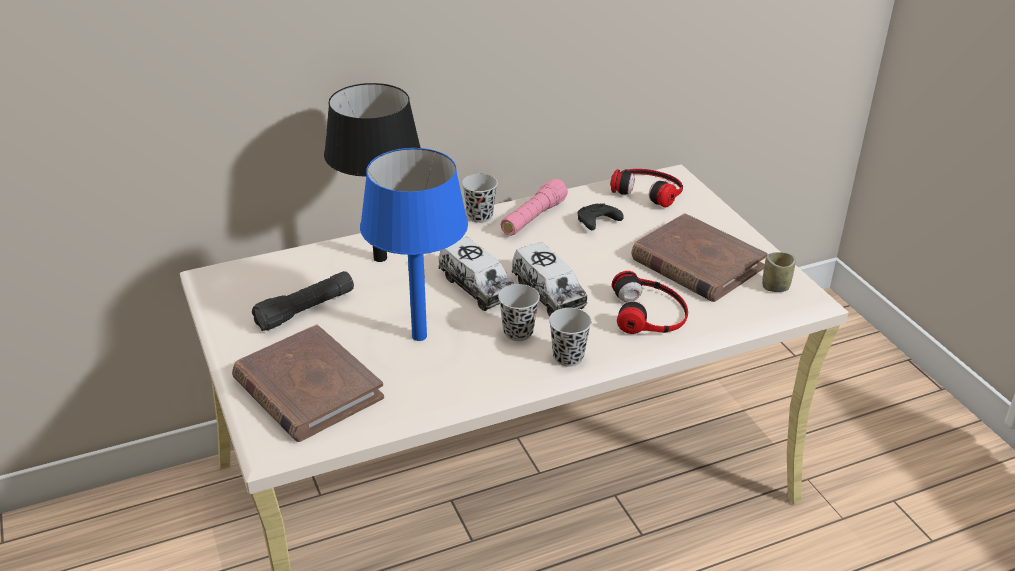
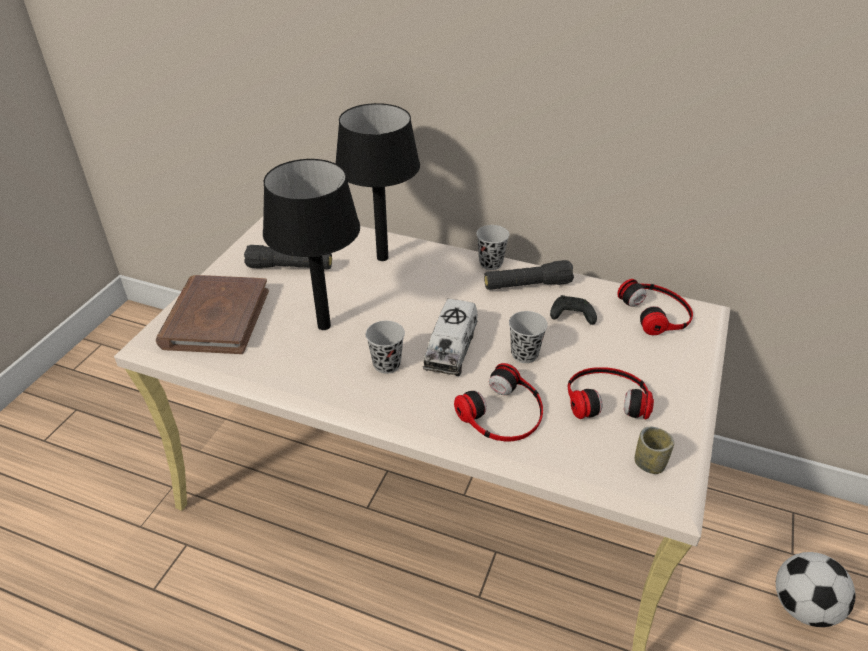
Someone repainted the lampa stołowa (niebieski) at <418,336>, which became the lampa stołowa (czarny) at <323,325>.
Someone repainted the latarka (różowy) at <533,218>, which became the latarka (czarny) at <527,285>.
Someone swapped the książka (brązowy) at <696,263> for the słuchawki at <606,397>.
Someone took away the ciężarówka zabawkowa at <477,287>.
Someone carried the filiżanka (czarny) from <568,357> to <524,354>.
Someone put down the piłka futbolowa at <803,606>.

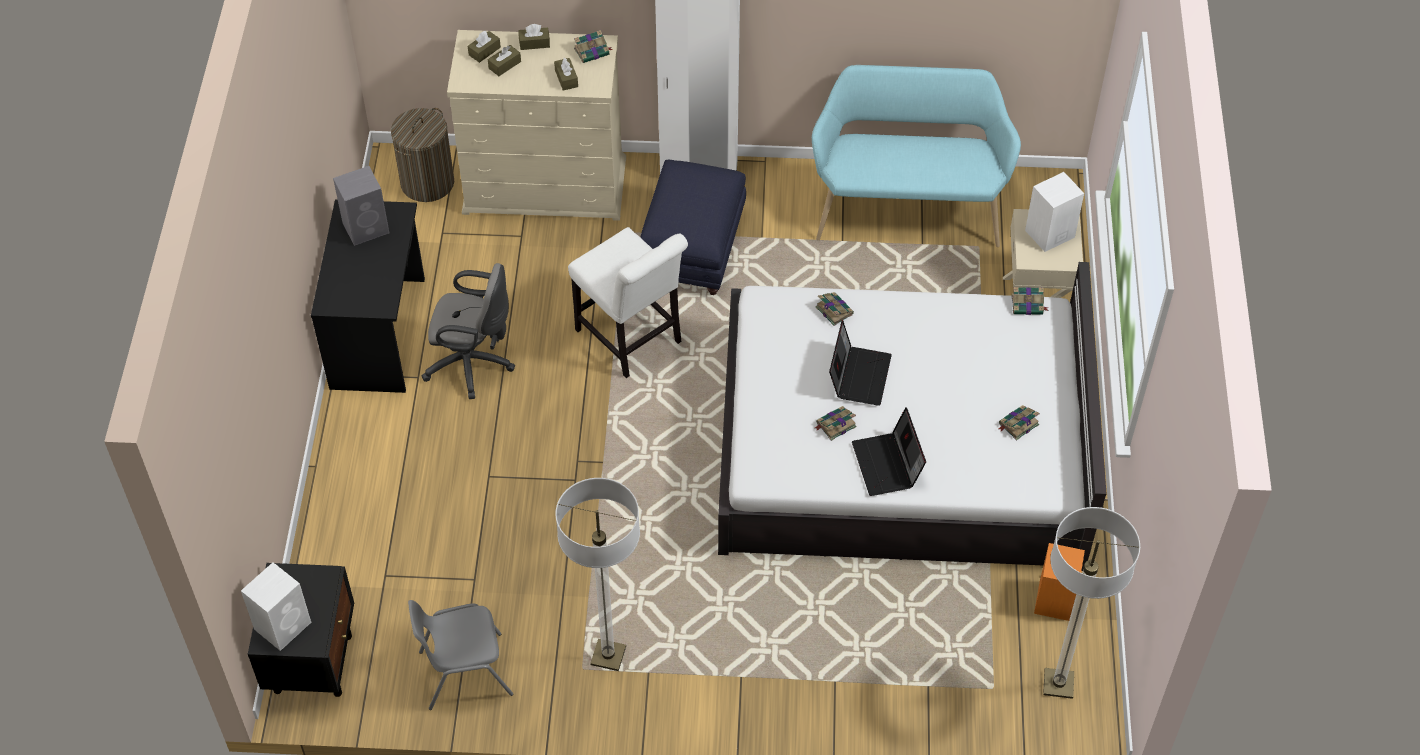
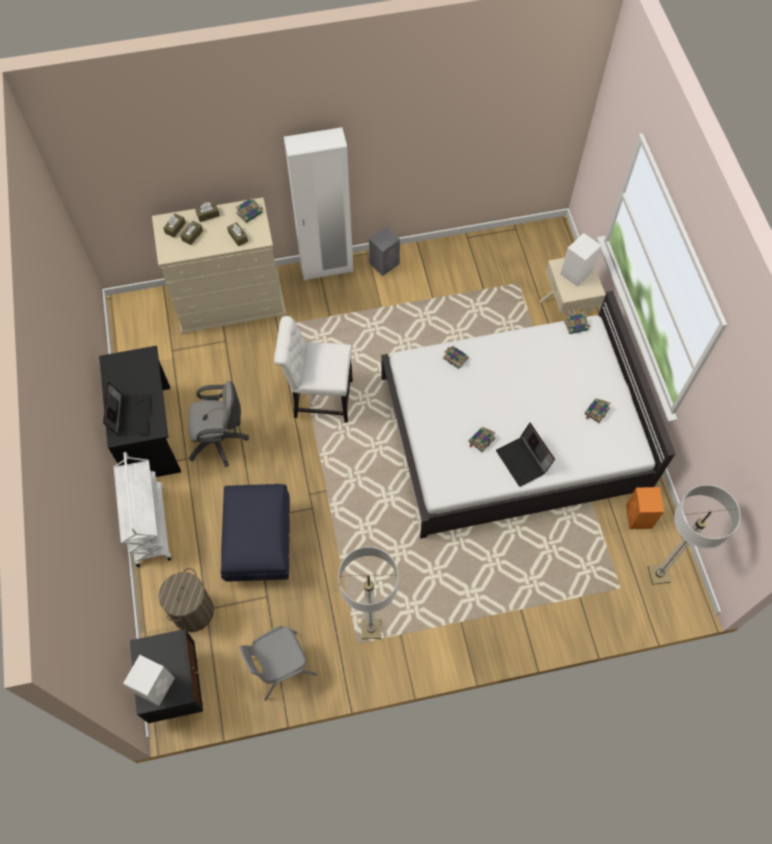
Someone took away the ławka (turkusowy) at <907,207>.
Someone carried the kosz na pranie from <427,182> to <193,611>.
Someone carried the pufa (niebieski) from <692,249> to <259,542>.
Someone carried the głośnik (szary) from <367,227> to <385,263>.
Someone rotated the krzesło (biały) at <632,339> by 150 degrees clockwise.
Someone carried the laptop from <858,375> to <130,414>.
Someone put down the wózek (biały) at <149,524>.

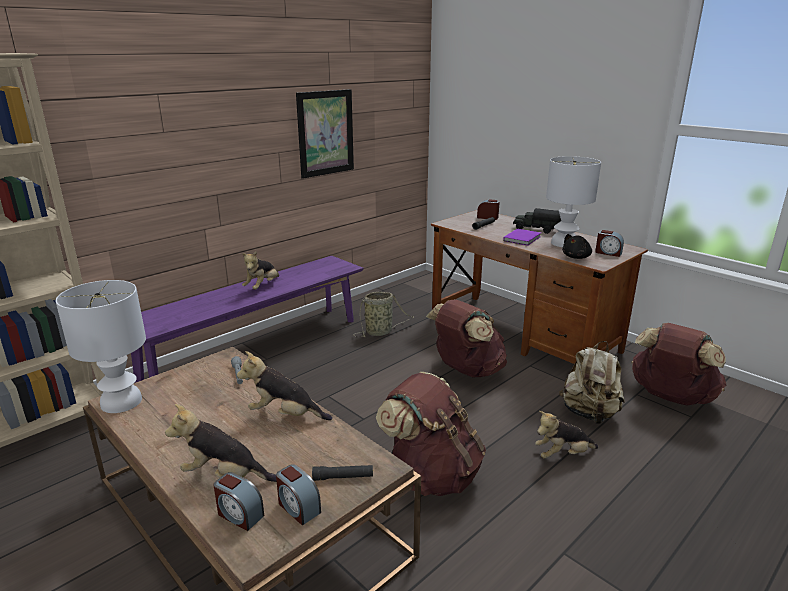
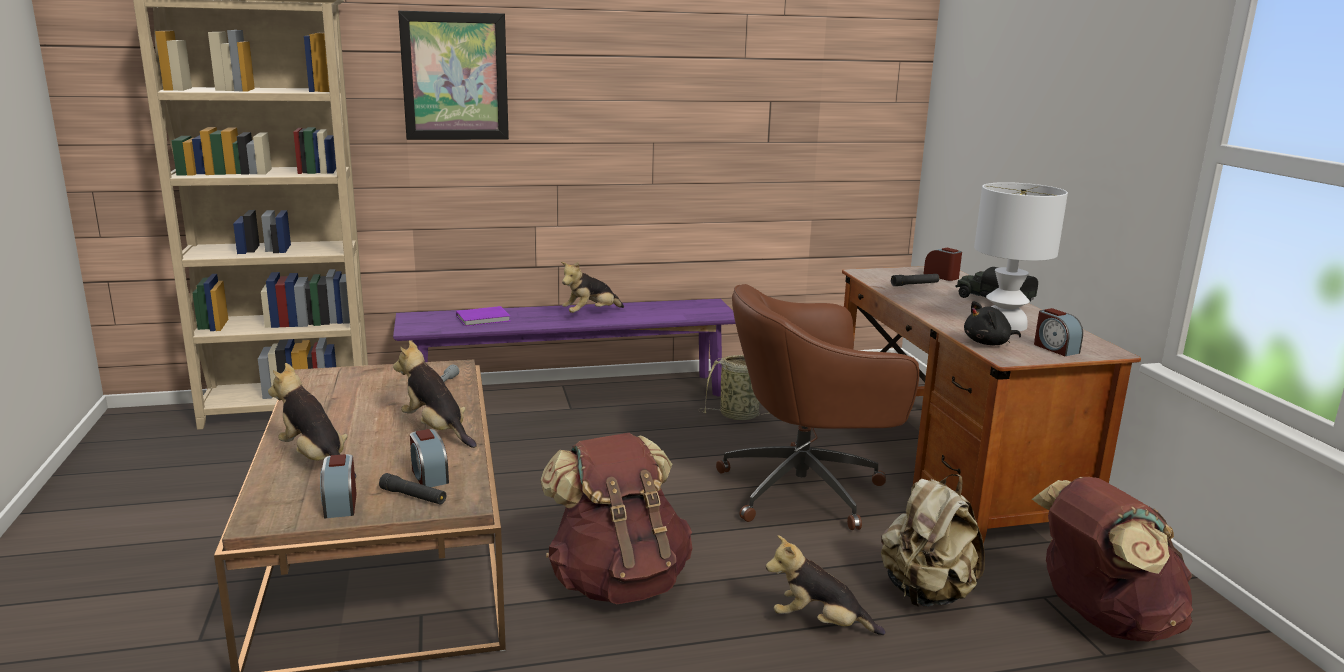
Someone carried the obraz from <325,133> to <455,77>.
Someone carried the książka (fioletowy) from <523,238> to <484,318>.
Someone took away the lampa stołowa (biały) at <121,402>.
Someone swapped the plecak (brązowy) at <466,370> for the krzesło biurowe (brązowy) at <806,489>.
Someone carried the budzik from <239,515> to <429,476>.

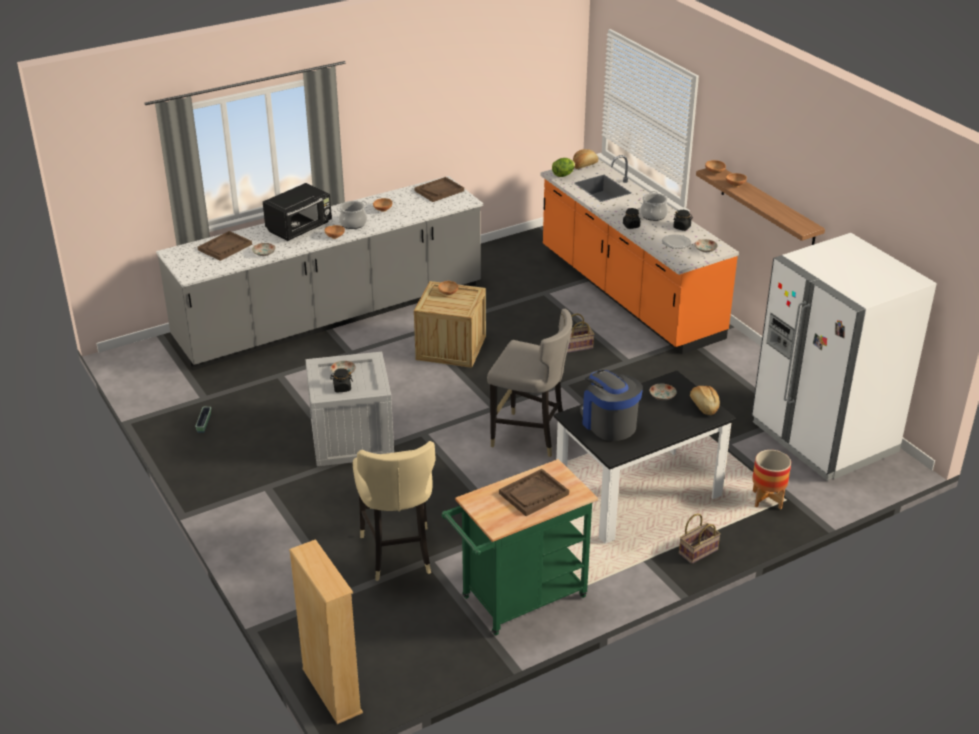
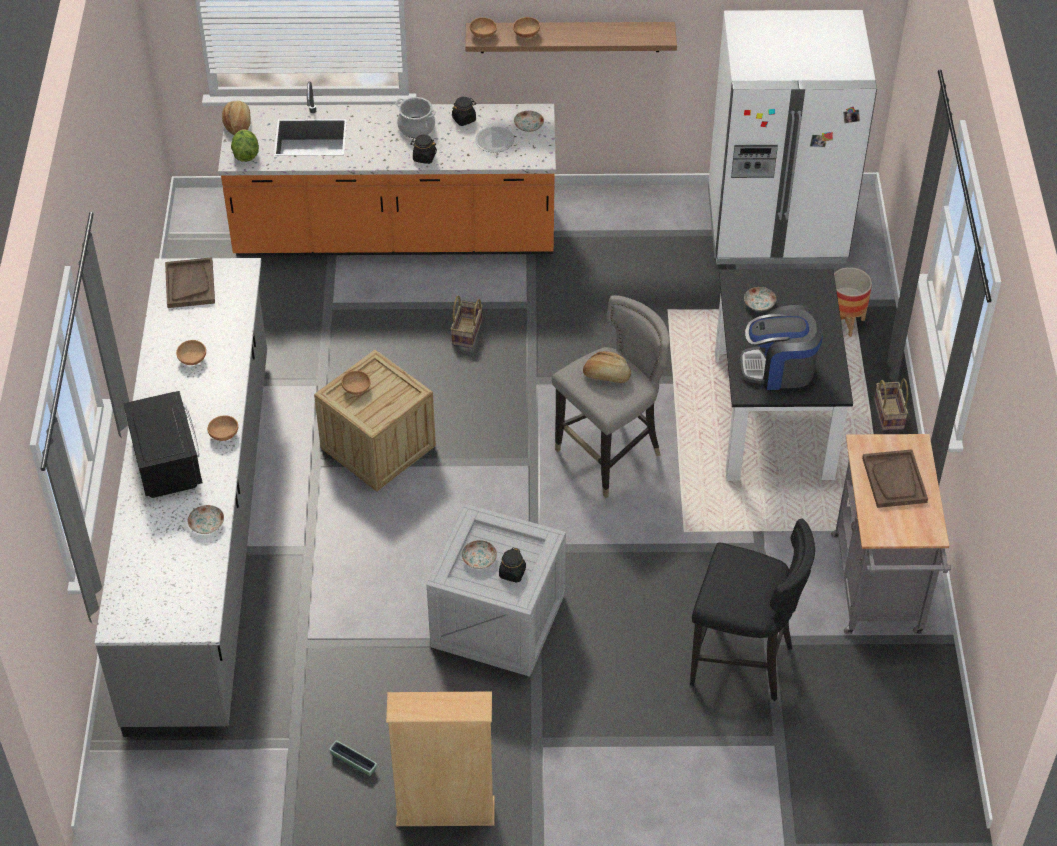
Someone took away the garnek at <353,223>.
Someone took away the taca (brązowy) at <225,247>.
Someone carried the chleb from <703,406> to <606,376>.
Someone repainted the stołek (beżowy) at <398,554>, which became the stołek (czarny) at <742,662>.
Someone repainted the wózek (zielony) at <517,601>, which became the wózek (szary) at <878,592>.
Someone carried the regał (beżowy) from <331,691> to <445,812>.

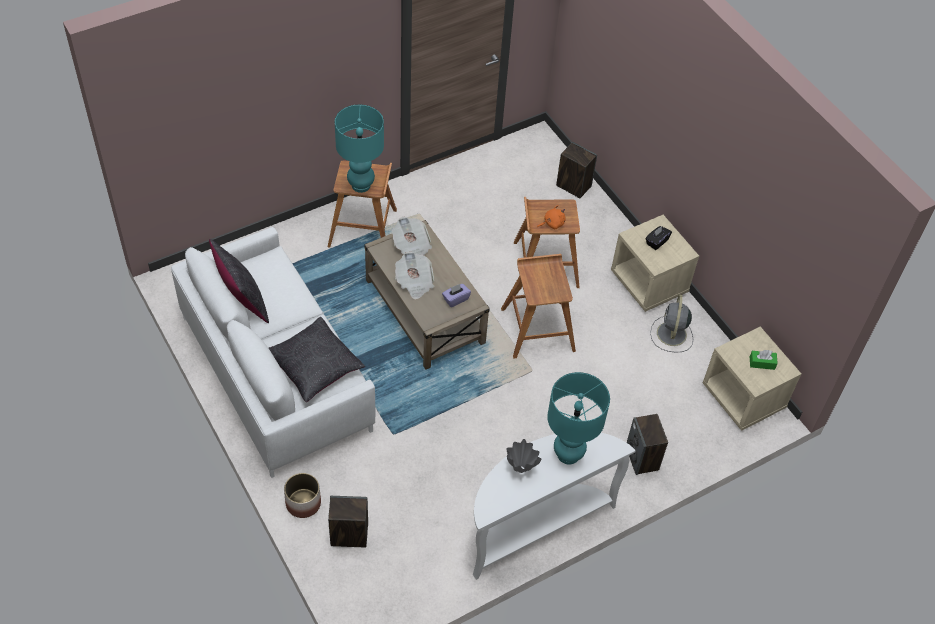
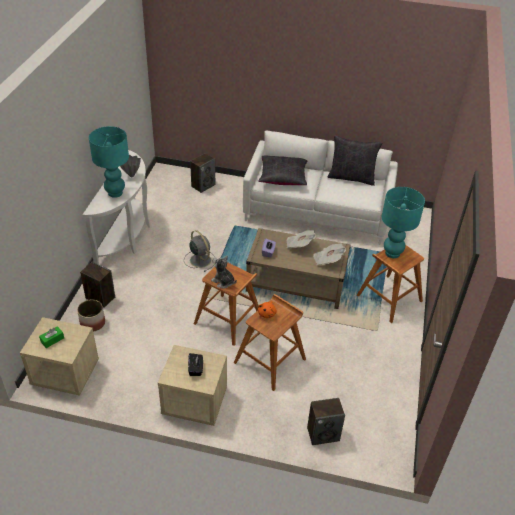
Someone carried the wentylator (szary) from <671,335> to <200,259>.
Someone carried the donica from <303,503> to <93,323>.
Someone put down the pluszak at <223,282>.

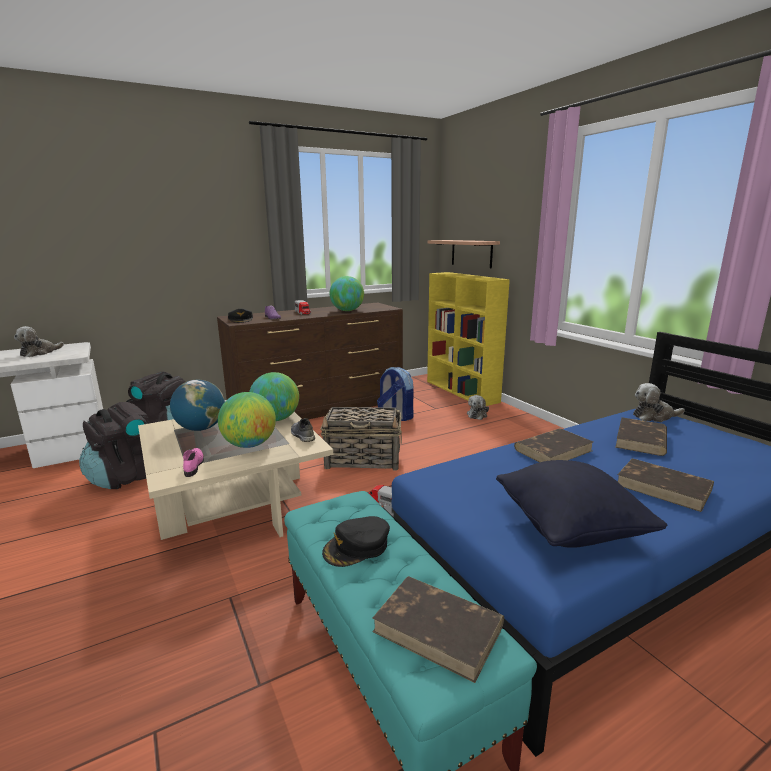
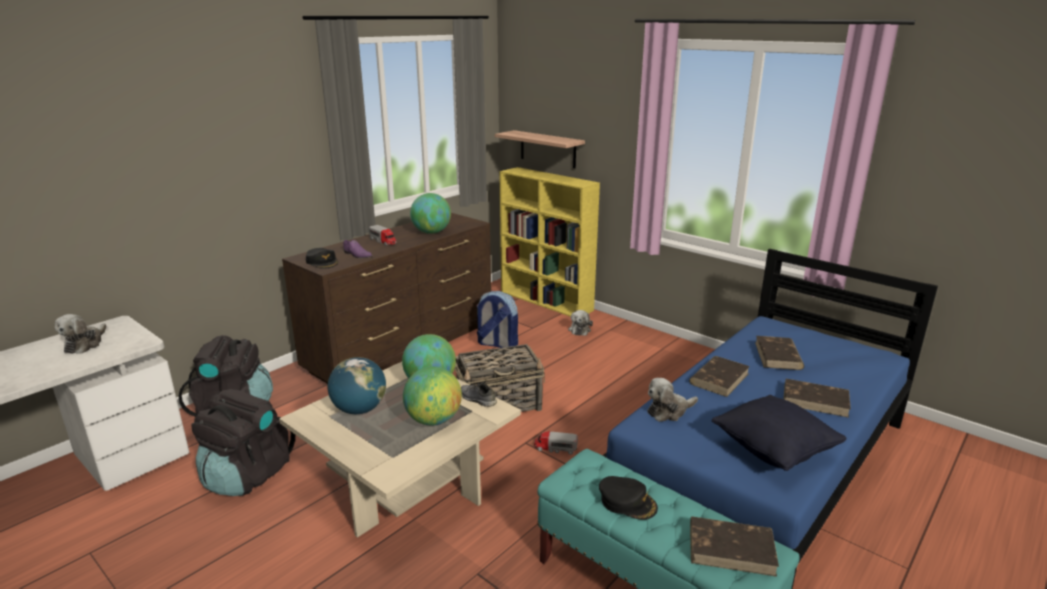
Someone carried the pluszak from <654,416> to <668,411>.
Someone took away the but (różowy) at <194,464>.
Someone rotated the czapka z daszkiem (czarny) at <357,547> by 90 degrees counterclockwise.

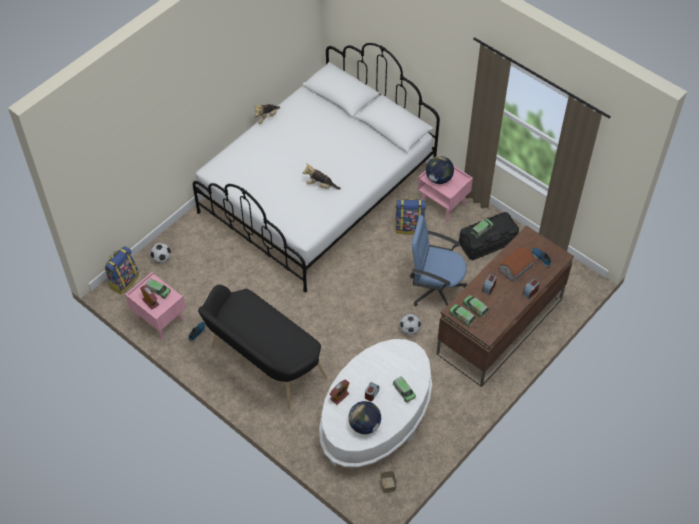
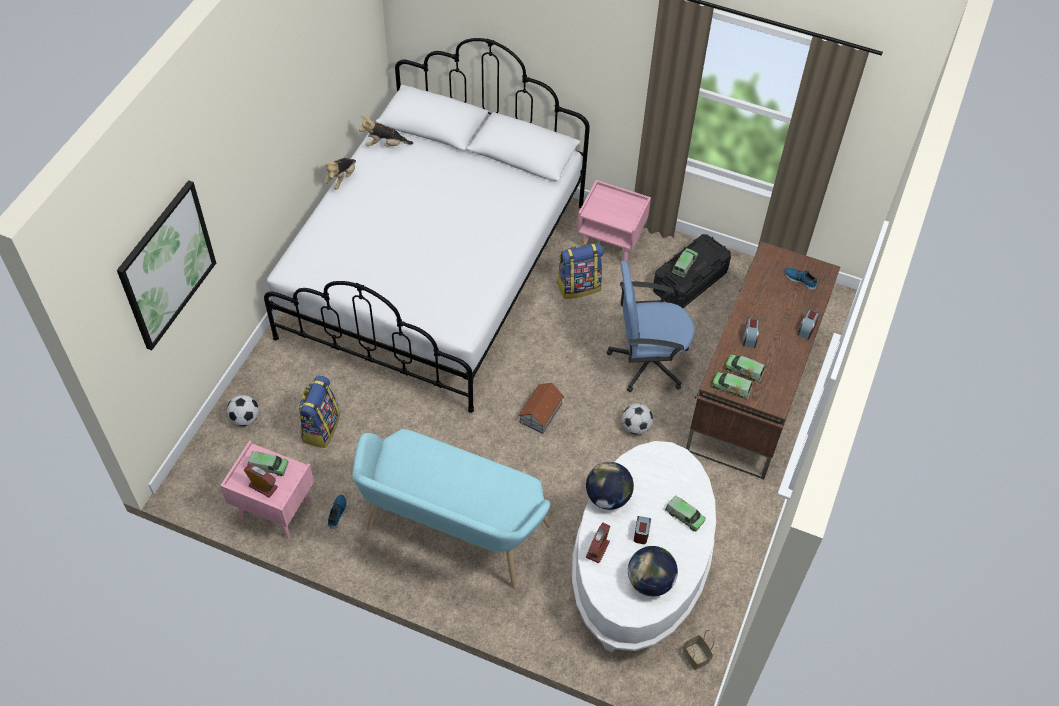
Someone carried the globus from <439,179> to <608,497>.
Someone carried the pluszak from <321,185> to <385,145>.
Someone carried the plecak from <123,281> to <320,428>.
Someone carried the domek from <515,267> to <540,413>.
Someone repainted the ławka (czarny) at <263,365>, which became the ławka (turkusowy) at <451,533>.
Someone put up the obraz at <167,265>.

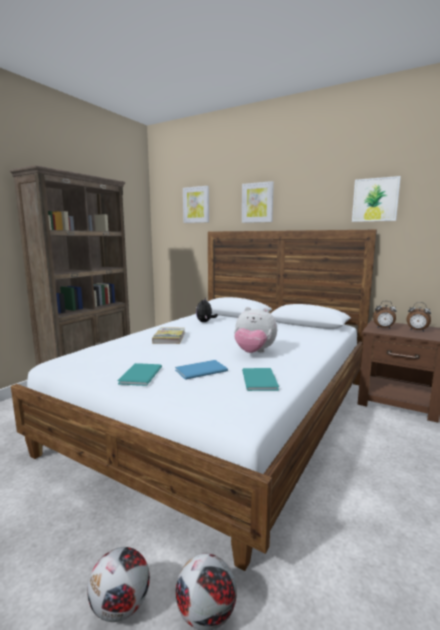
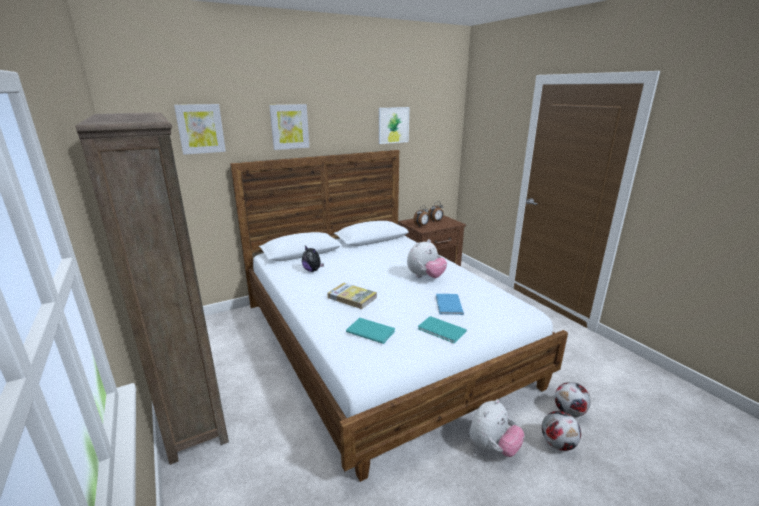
Someone carried the książka (turkusowy) from <260,379> to <370,330>.
Someone put down the pluszak at <493,447>.

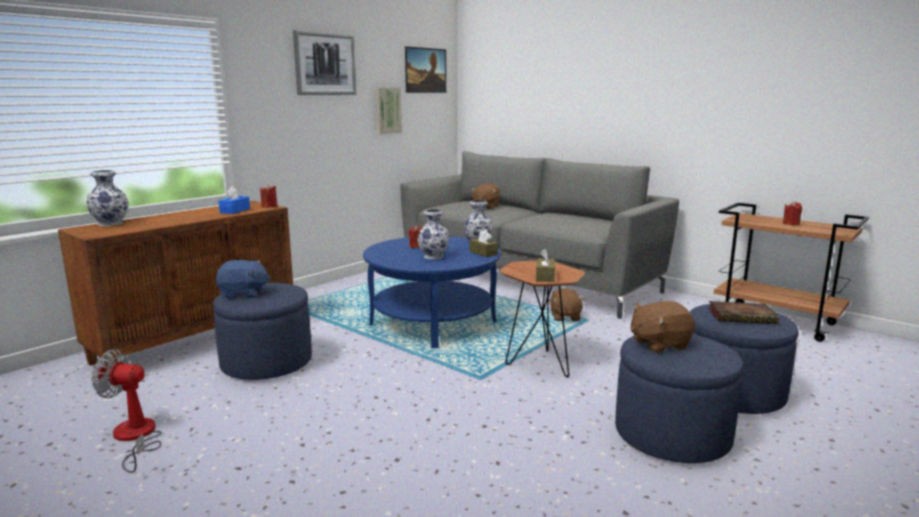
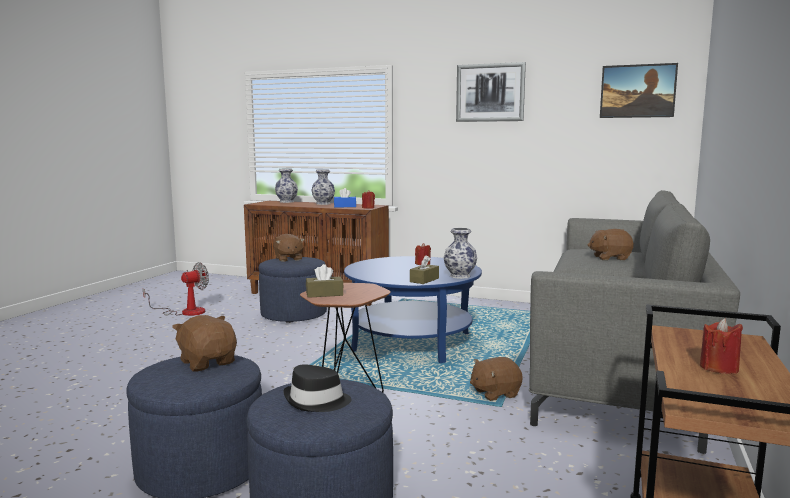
Someone took away the obraz at <387,110>.
Someone carried the wazon from <434,256> to <323,204>.
Someone repainted the pluszak (niebieski) at <243,294>, which became the pluszak (brązowy) at <288,259>.
Someone swapped the książka at <743,316> for the kapelusz (czarny) at <317,401>.
Someone rotated the wentylator at <135,438> by 60 degrees clockwise.

